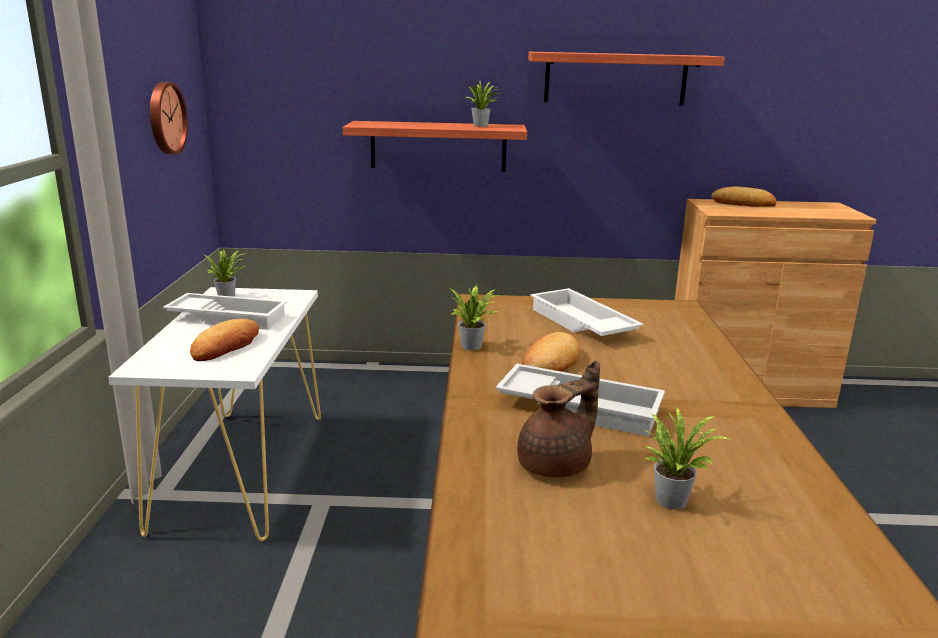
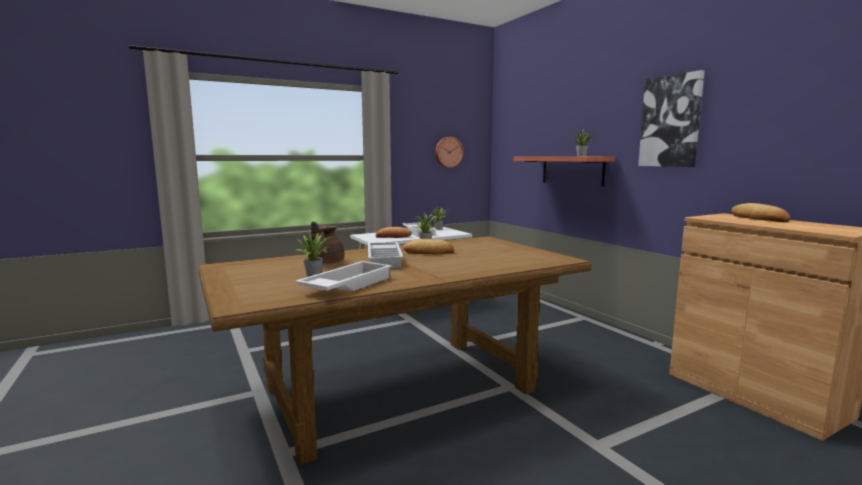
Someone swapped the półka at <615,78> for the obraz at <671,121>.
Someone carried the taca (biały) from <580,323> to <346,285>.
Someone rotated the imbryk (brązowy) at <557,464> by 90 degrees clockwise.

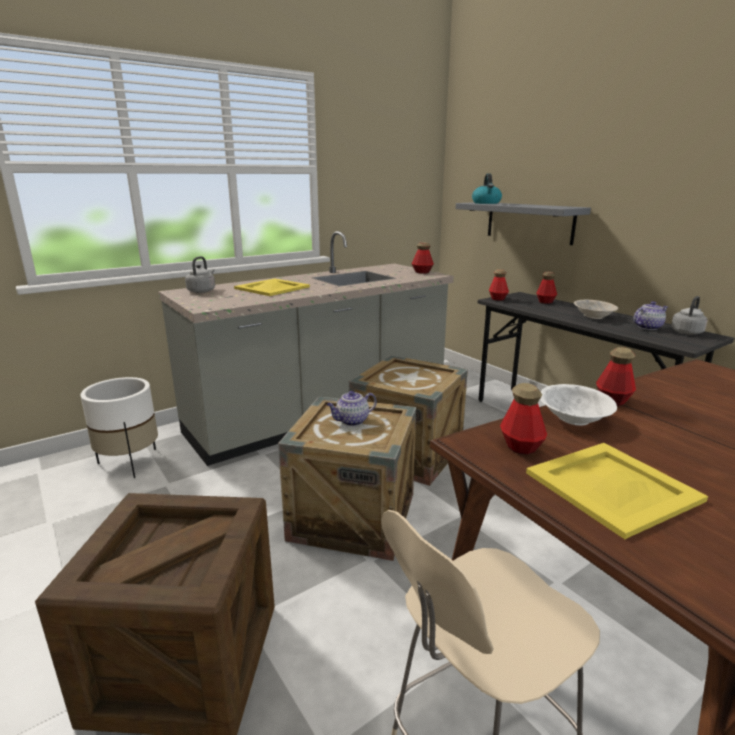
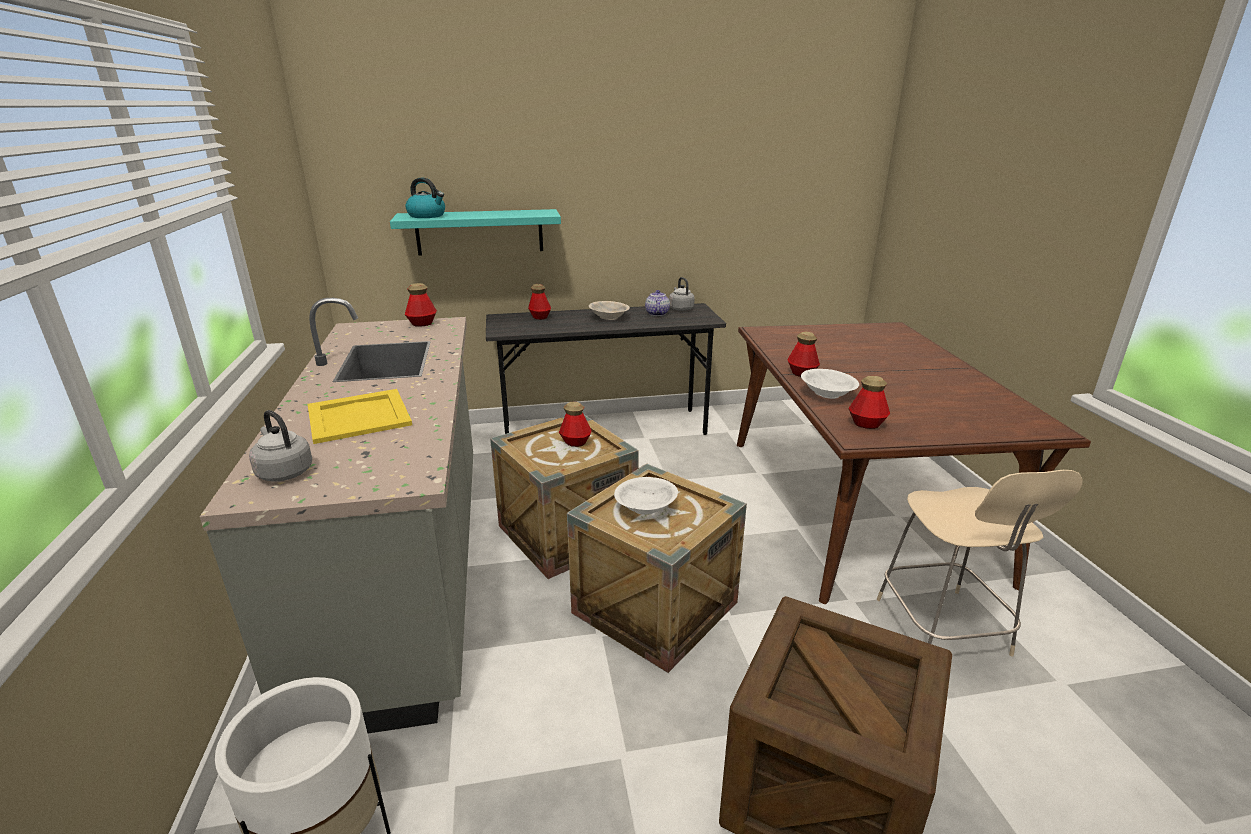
Someone repainted the półka (szary) at <529,222>, which became the półka (turkusowy) at <479,232>.
Someone carried the butelka from <497,299> to <575,442>.
Someone swapped the imbryk at <351,421> for the miska (biały) at <646,508>.
Someone took away the taca (żółty) at <612,487>.

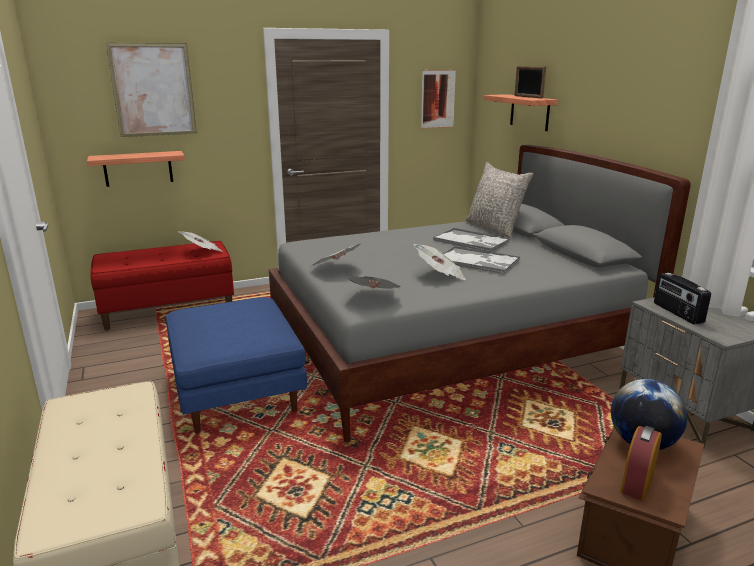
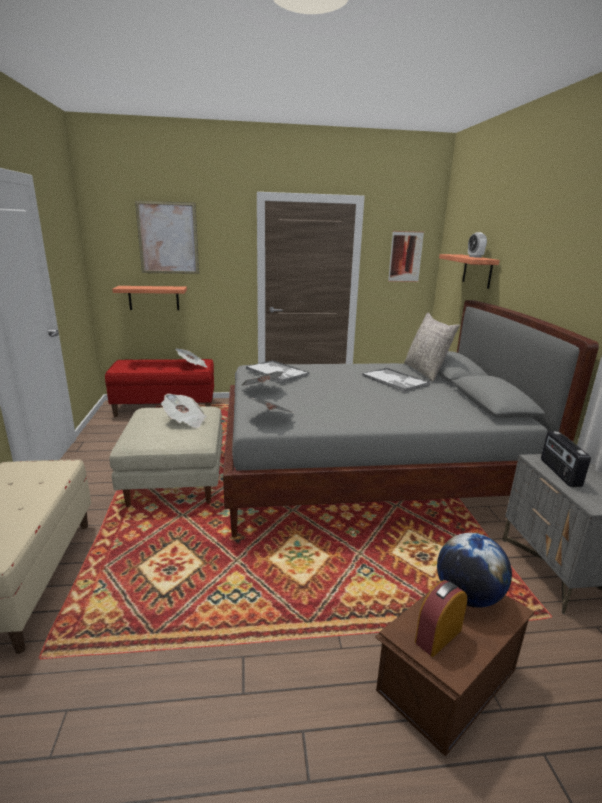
Someone swapped the ramka na zdjęcie at <528,97> for the budzik at <475,257>.
Someone carried the gazeta from <440,275> to <185,421>.
Someone carried the taca from <478,261> to <277,372>.
Someone repainted the pufa (niebieski) at <237,391>, which became the pufa (beżowy) at <176,479>.

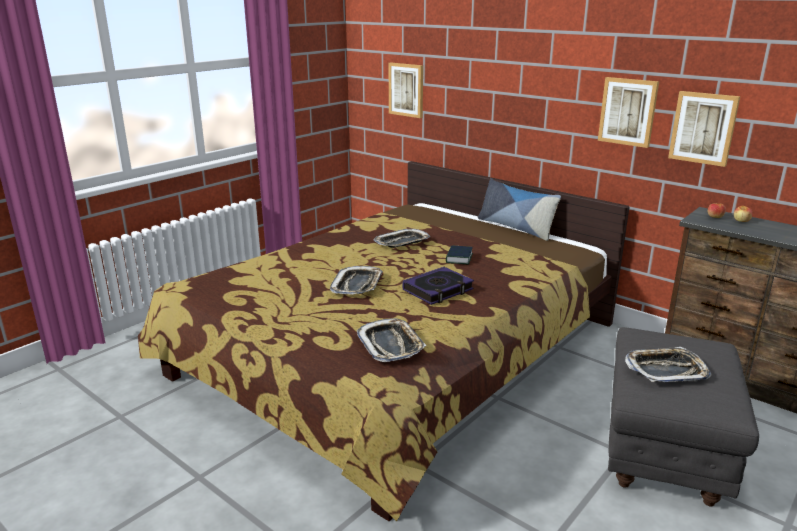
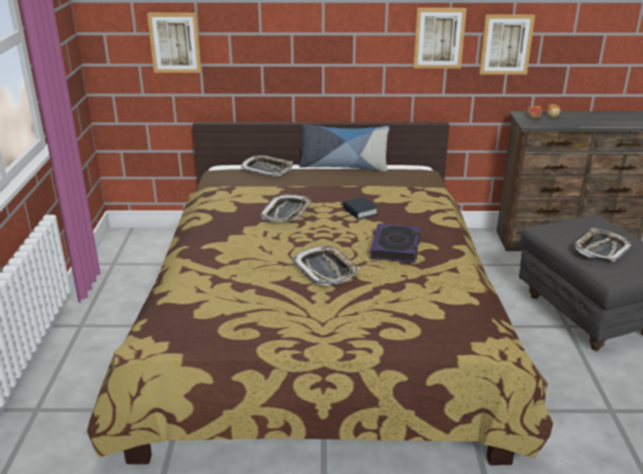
Someone carried the taca from <391,345> to <267,169>.

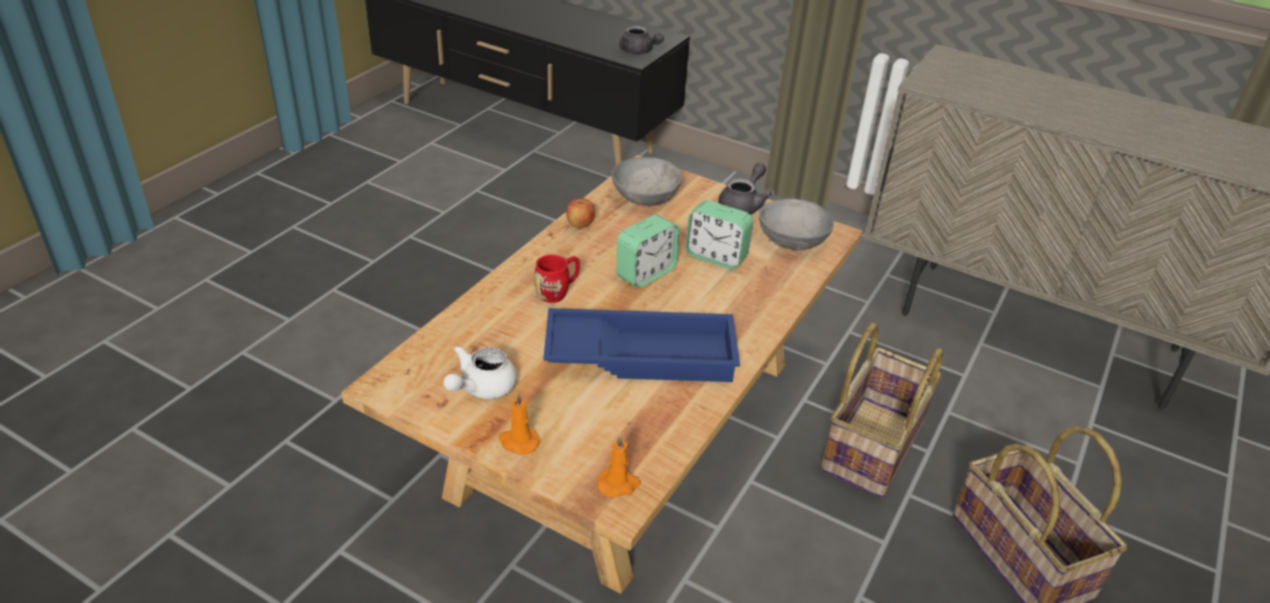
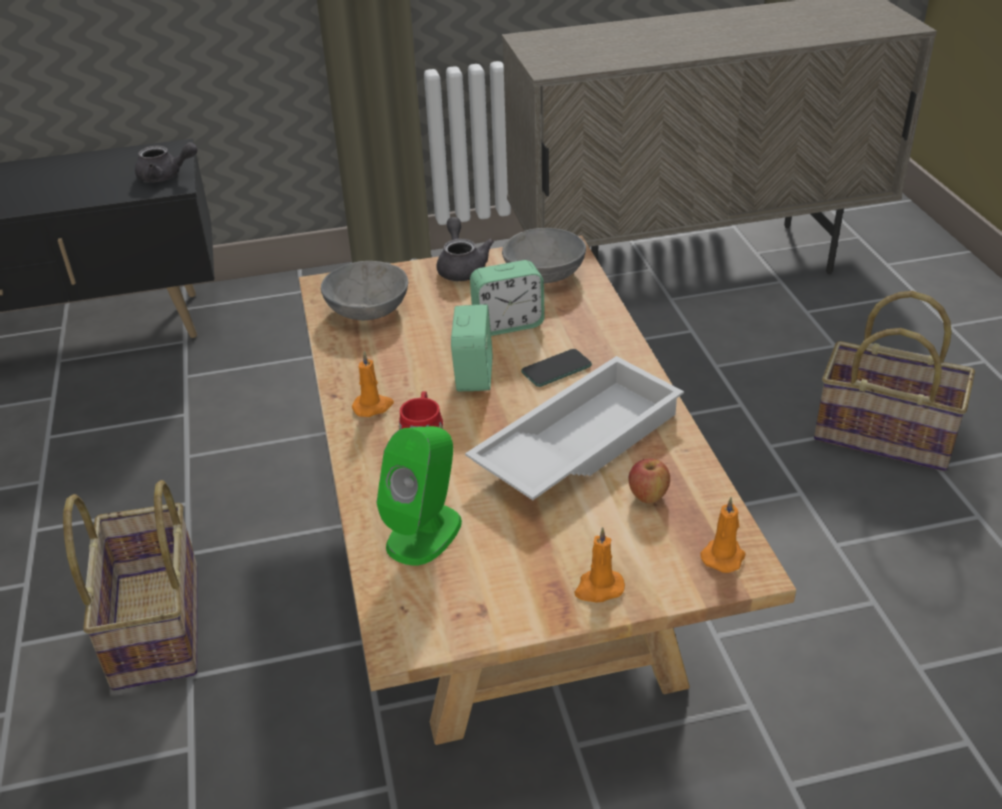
Someone carried the jabłko from <580,224> to <648,496>.
Someone repainted the taca (niebieski) at <642,353>, which became the taca (biały) at <576,442>.
Someone carried the koszyk from <871,445> to <154,625>.
Someone took away the imbryk (biały) at <481,388>.
Someone put down the telefon at <556,369>.
Someone put down the świeca (pomarańczowy) at <373,407>.
Someone put down the głośnik (zielony) at <424,533>.

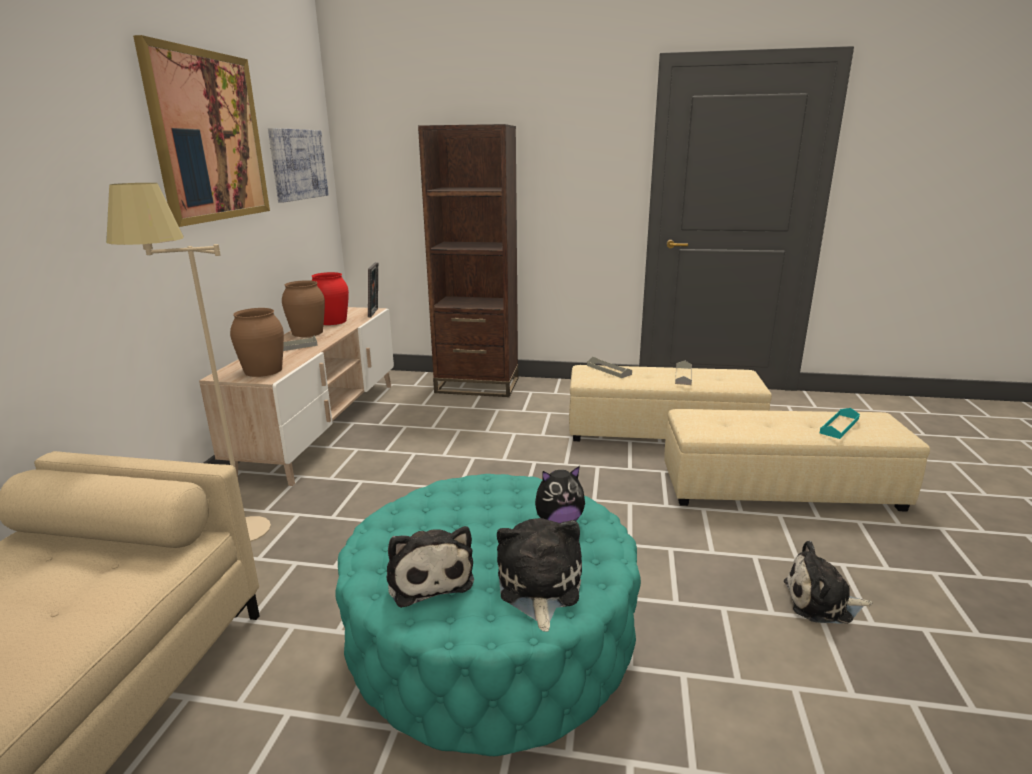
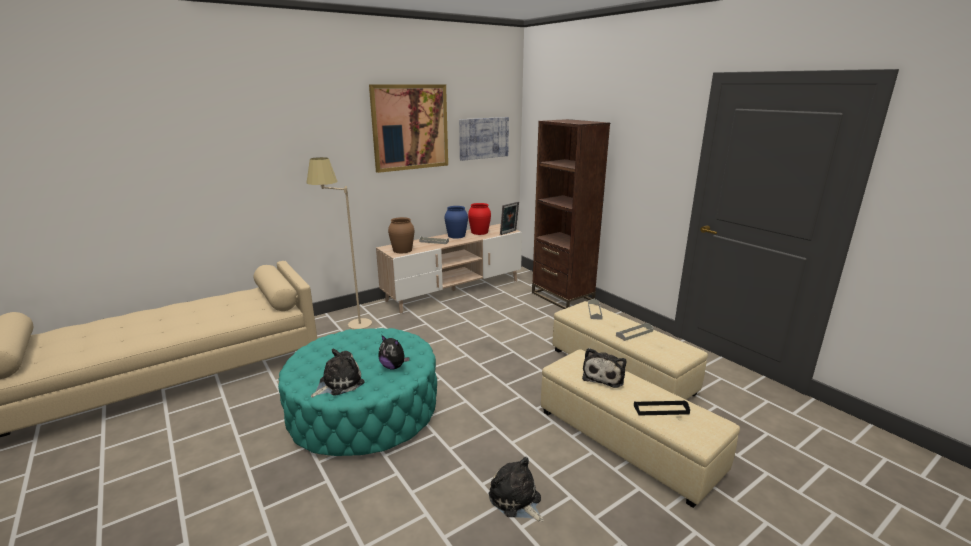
Someone repainted the wazon (brązowy) at <307,332>, which became the wazon (niebieski) at <456,235>.
Someone repainted the taca (turkusowy) at <839,426>, which became the taca (czarny) at <661,409>.
Someone carried the pluszak from <428,576> to <604,376>.

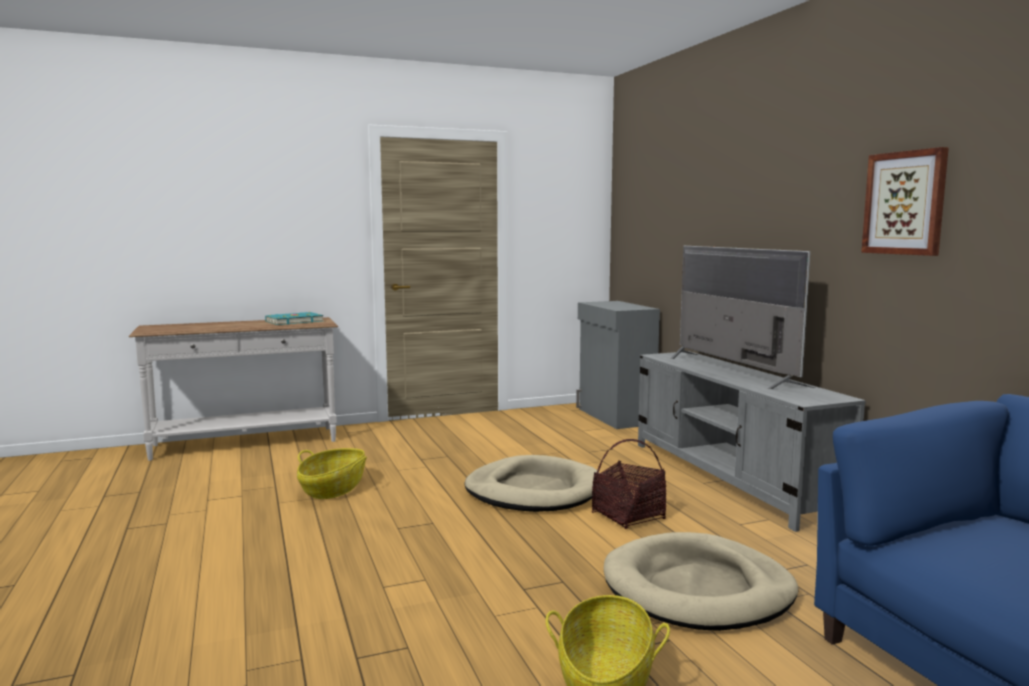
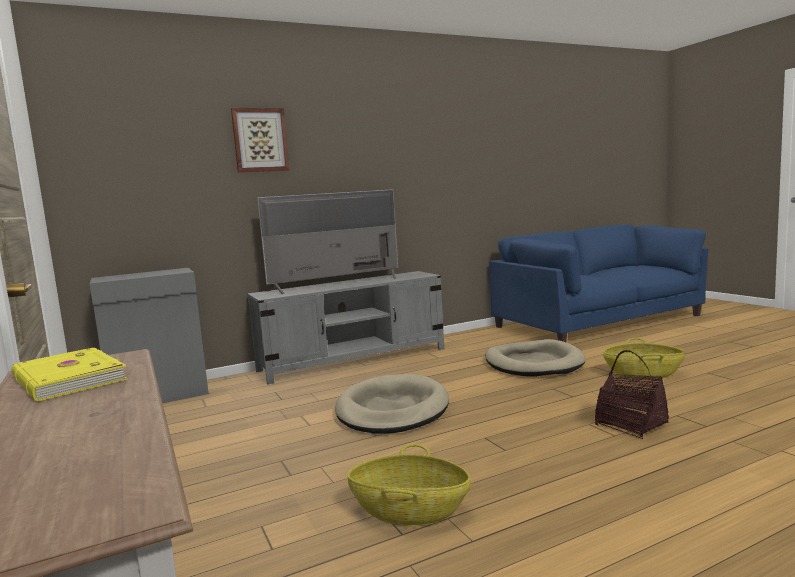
Someone carried the obraz from <905,203> to <260,140>.
Someone repainted the książka (turkusowy) at <293,321>, which became the książka (żółty) at <66,380>.
Someone carried the koszyk from <628,516> to <631,424>.

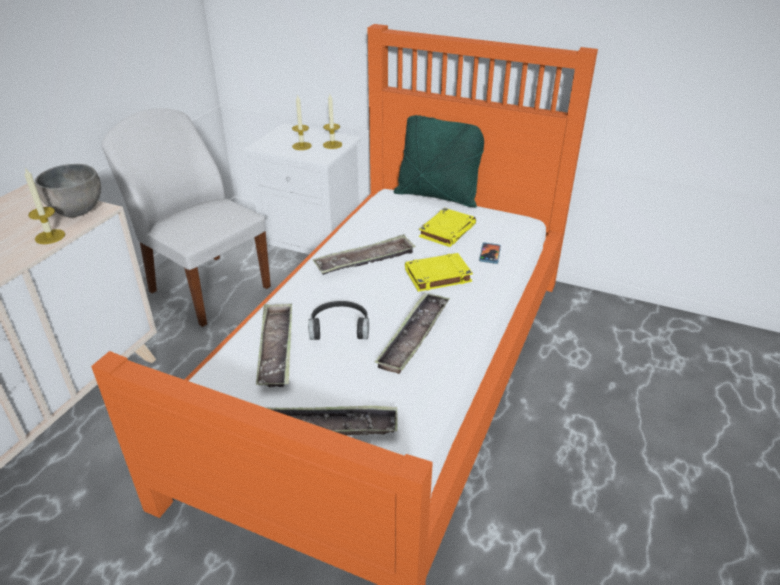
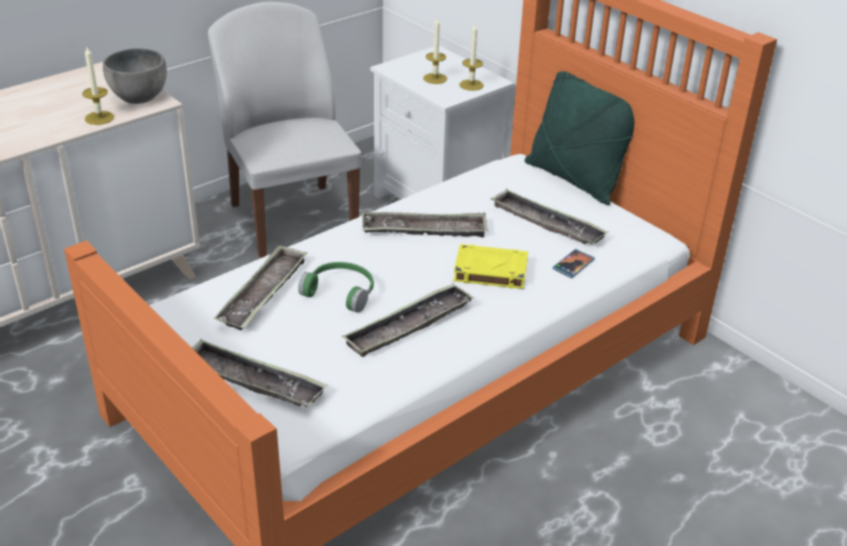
Someone swapped the książka (żółty) at <447,231> for the taca at <547,223>.
Someone repainted the słuchawki (czarny) at <339,327>, which became the słuchawki (zielony) at <341,292>.

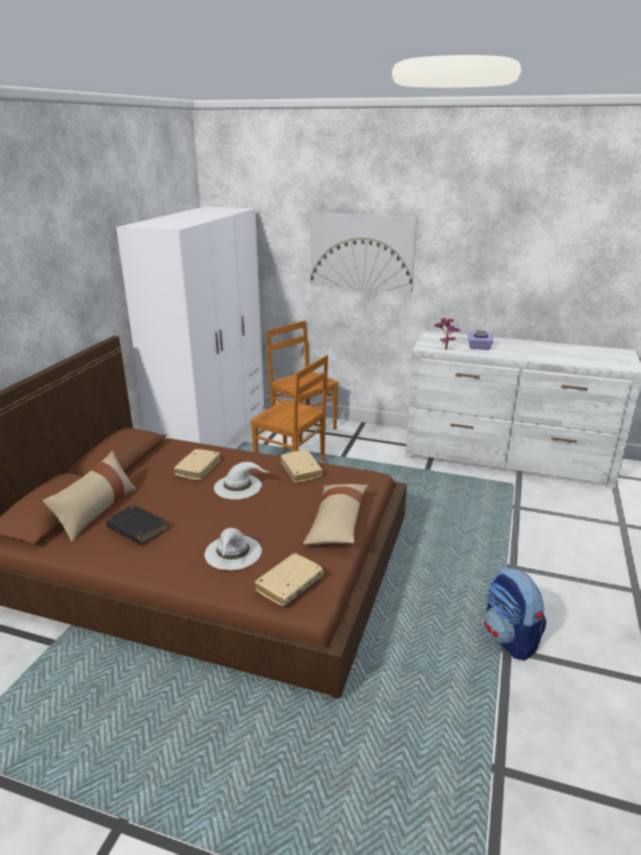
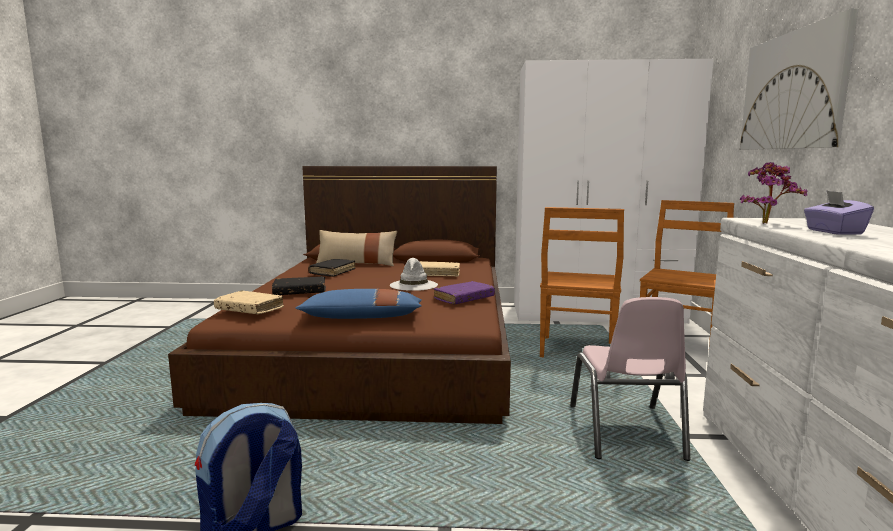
Someone repainted the książka (beżowy) at <301,470>, which became the książka (fioletowy) at <464,299>.
Someone repainted the poduszka (beżowy) at <337,522>, which became the poduszka (niebieski) at <362,318>.
Someone swapped the kapelusz (biały) at <233,553> for the książka (czarny) at <299,292>.
Someone put down the krzesło (różowy) at <625,432>.

